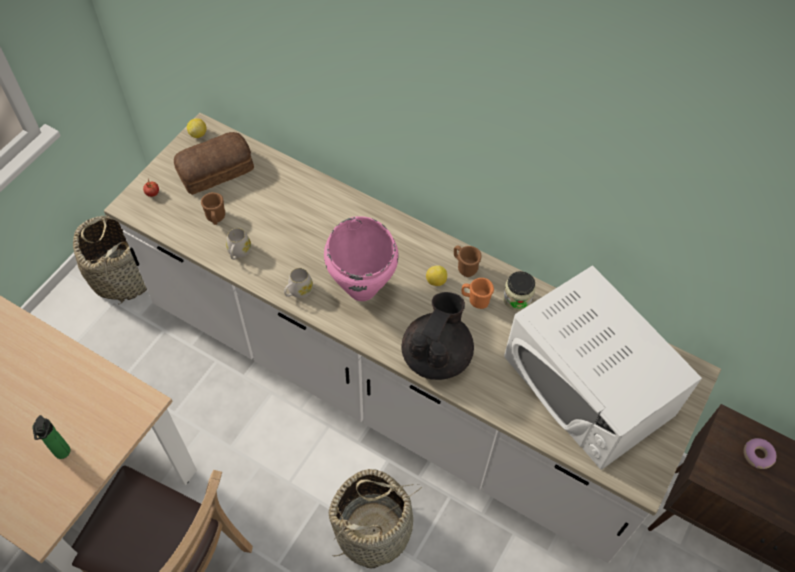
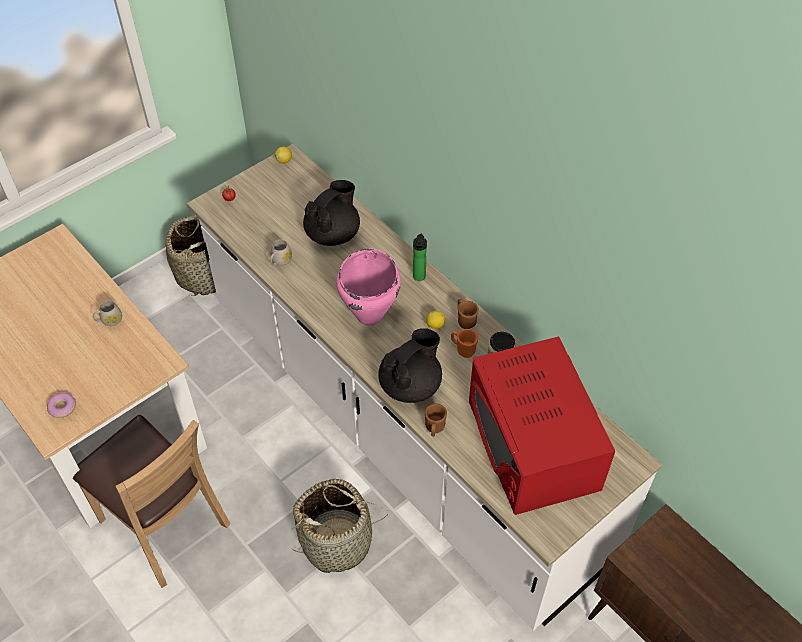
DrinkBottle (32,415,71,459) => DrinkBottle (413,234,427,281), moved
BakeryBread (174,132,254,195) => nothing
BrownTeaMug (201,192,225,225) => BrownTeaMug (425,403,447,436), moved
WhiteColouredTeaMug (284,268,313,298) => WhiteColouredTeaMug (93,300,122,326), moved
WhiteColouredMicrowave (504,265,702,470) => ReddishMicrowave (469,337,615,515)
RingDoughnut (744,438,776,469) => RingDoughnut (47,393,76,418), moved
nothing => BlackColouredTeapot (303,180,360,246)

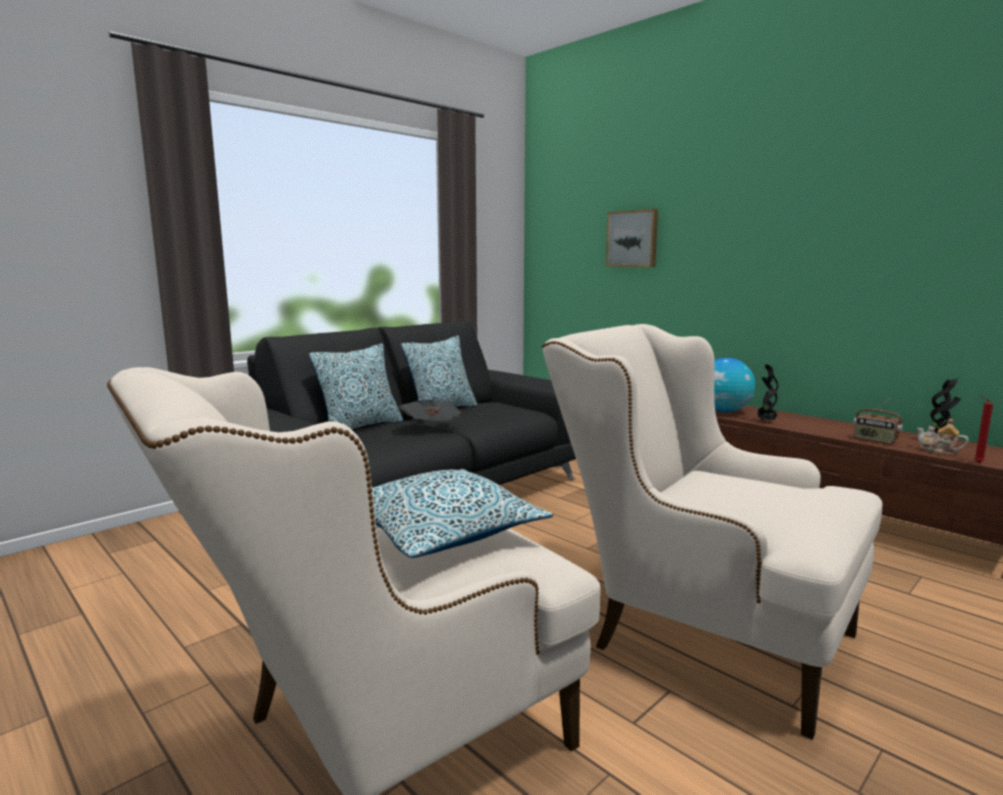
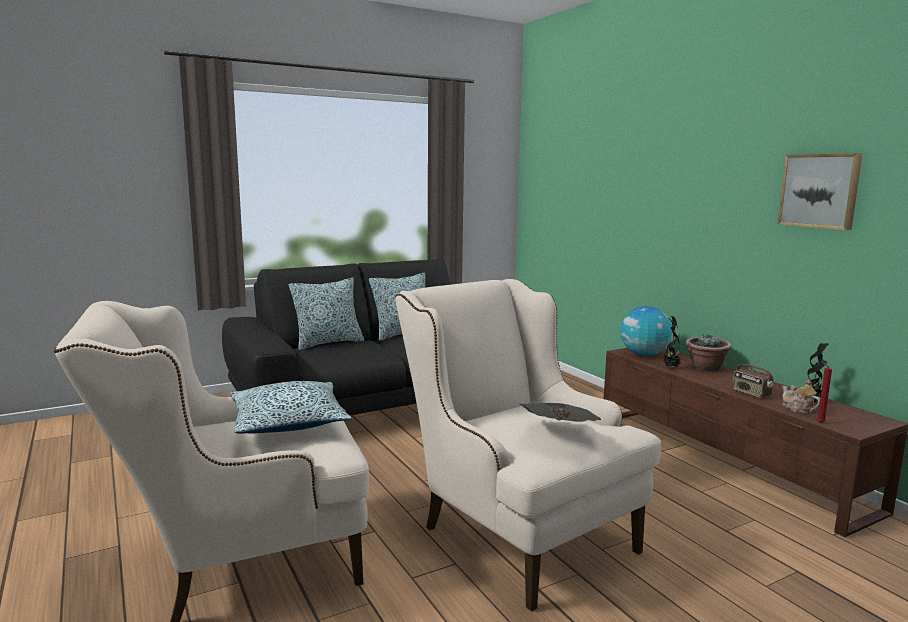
Newspaper (399,400,462,421) => Newspaper (519,402,601,422), moved
WallPicture (606,209,658,267) => WallPicture (778,153,862,230), moved
nothing => PottedPlant (686,334,732,372)

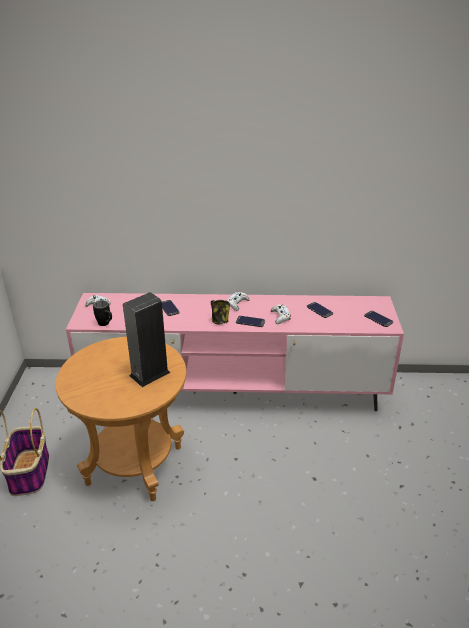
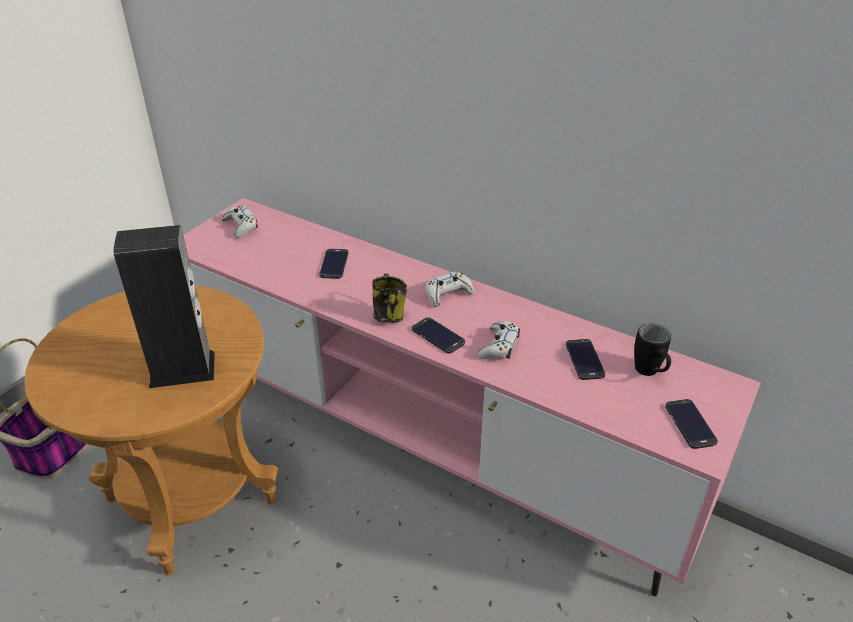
BlackColouredTeaMug (93,300,112,326) => BlackColouredTeaMug (634,323,671,376), moved

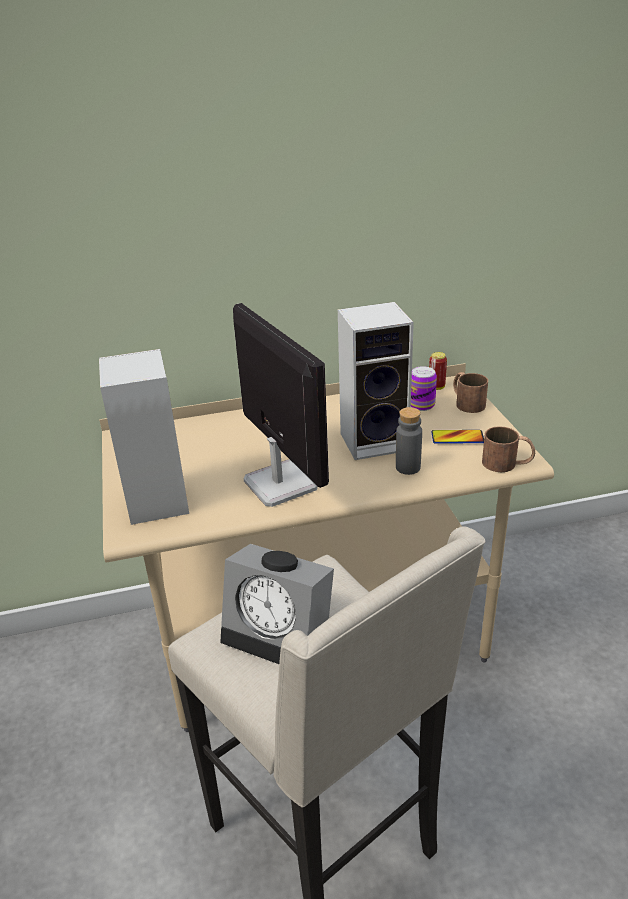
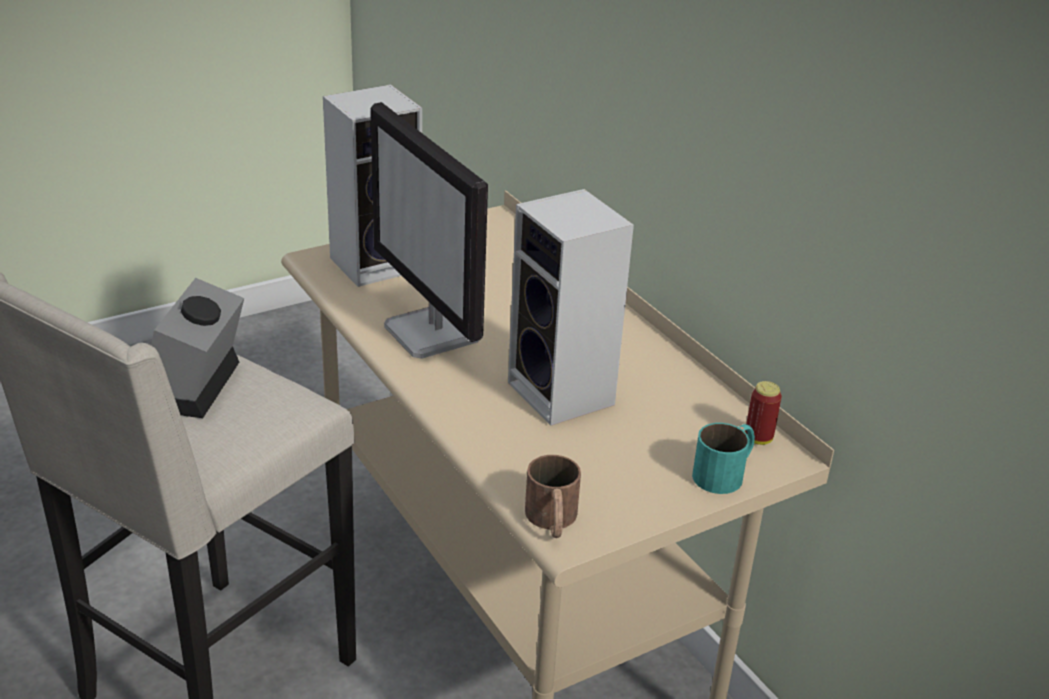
Monitor (233,303,329,507) => Monitor (371,102,488,359), 105 degrees clockwise
GreyishDrinkBottle (396,407,422,475) => nothing
MetalCan (411,366,437,411) => nothing
Handset (432,430,484,444) => nothing
BrownTeaMug (453,372,488,413) => TurquoiseTeaMug (692,423,755,494)

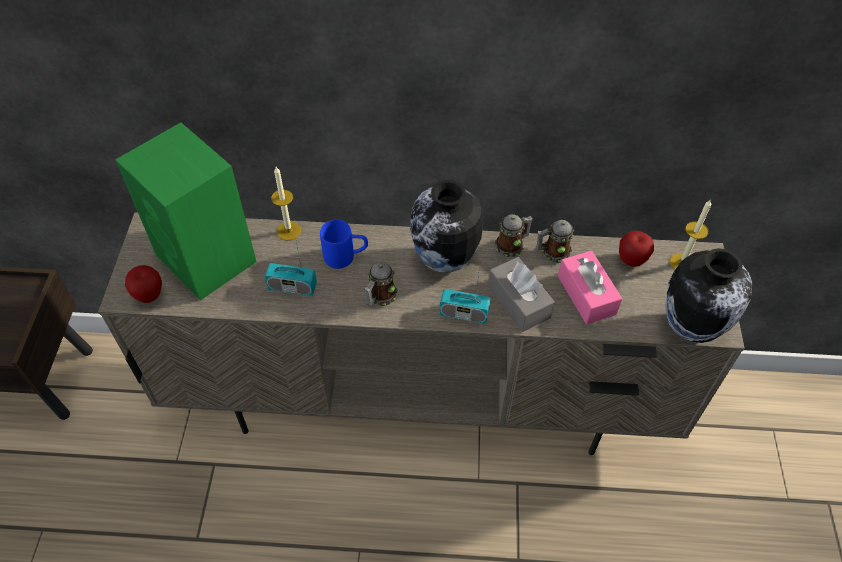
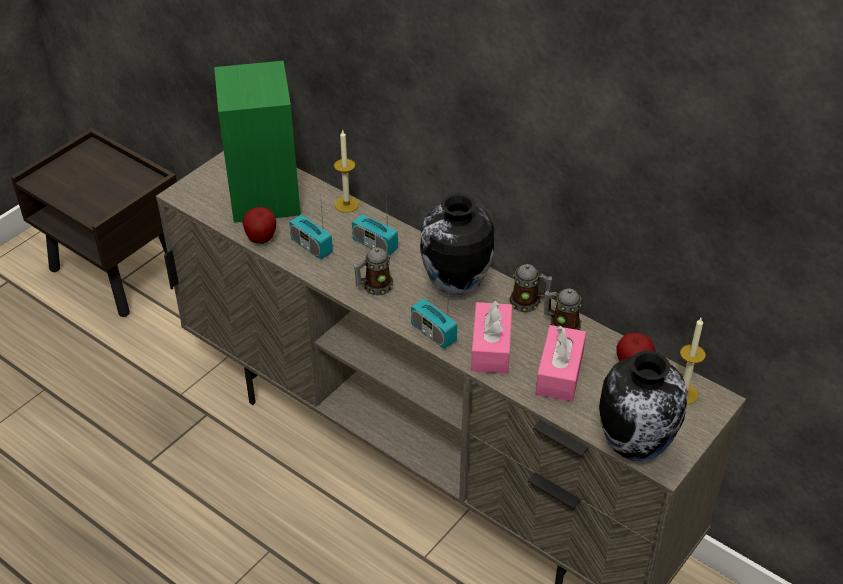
WholeApple (125,265,162,303) => WholeApple (242,207,276,244), moved
BluishTeaMug (320,220,368,269) => RadioReceiver (352,190,398,256)
GreyishBoxOfTissues (488,257,555,332) => PinkColouredBoxOfTissues (471,300,512,374)

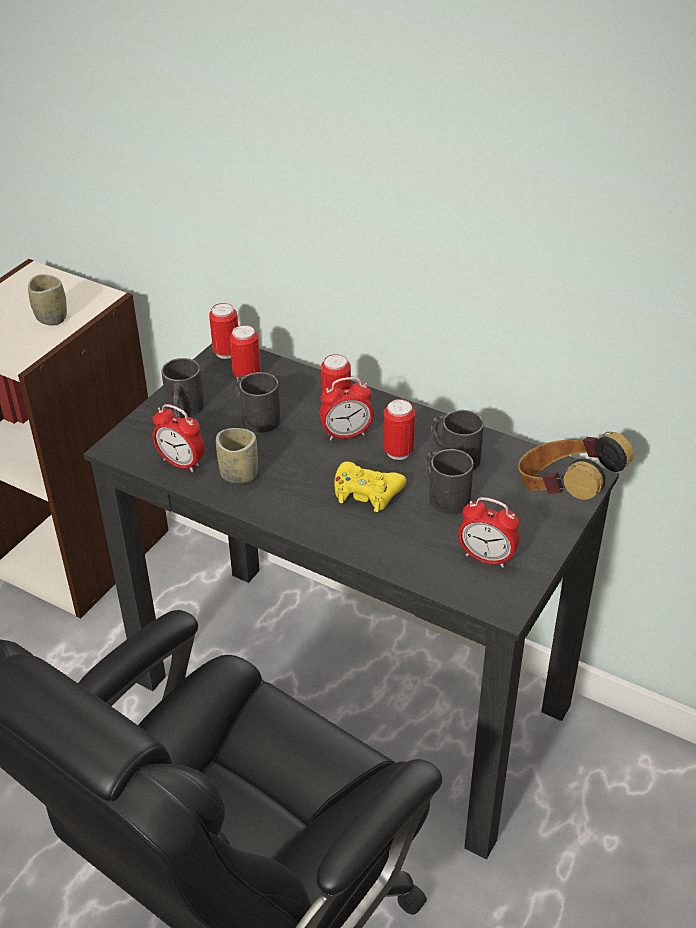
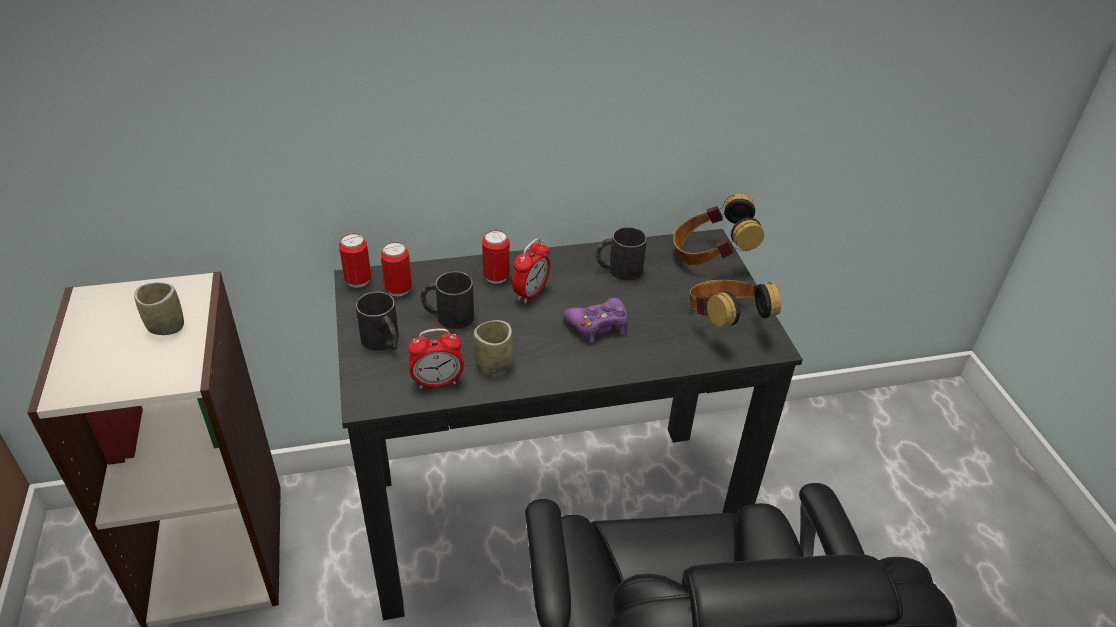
YellowGamepad (334,462,406,512) => PurpleGamepad (563,298,628,342)
MetalCan (383,399,415,460) => nothing
BlackColouredTeaMug (426,449,474,515) => nothing
BedsideClock (458,497,519,567) => PairOfHeadphones (690,280,781,327)

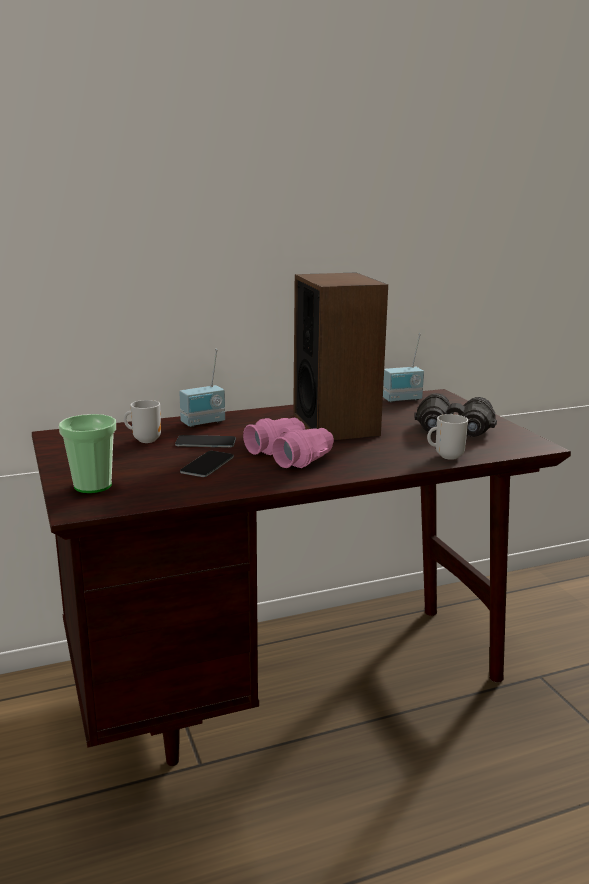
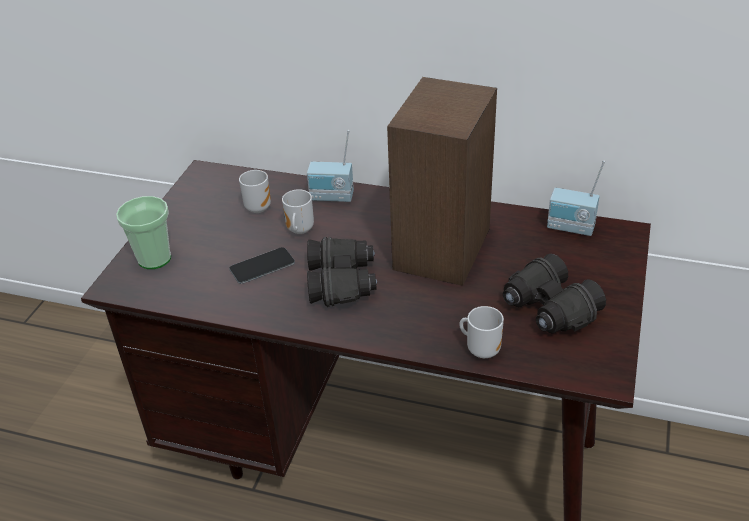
Handset (175,435,236,448) => TeaMug (282,189,314,234)
PinkColouredBinoculars (243,418,334,468) => BlackColouredBinoculars (307,237,377,307)

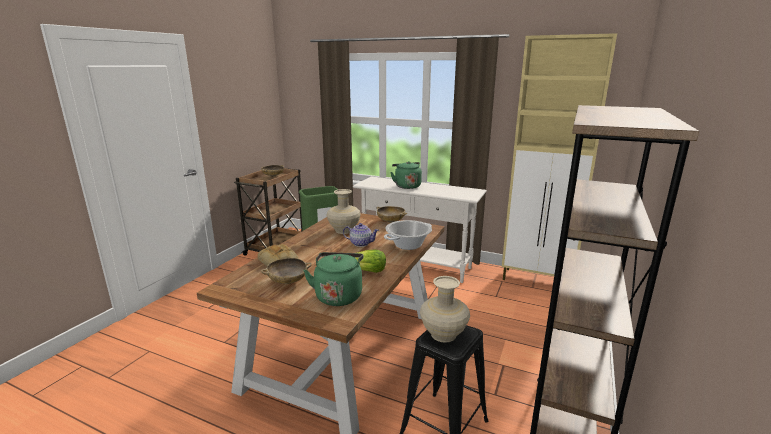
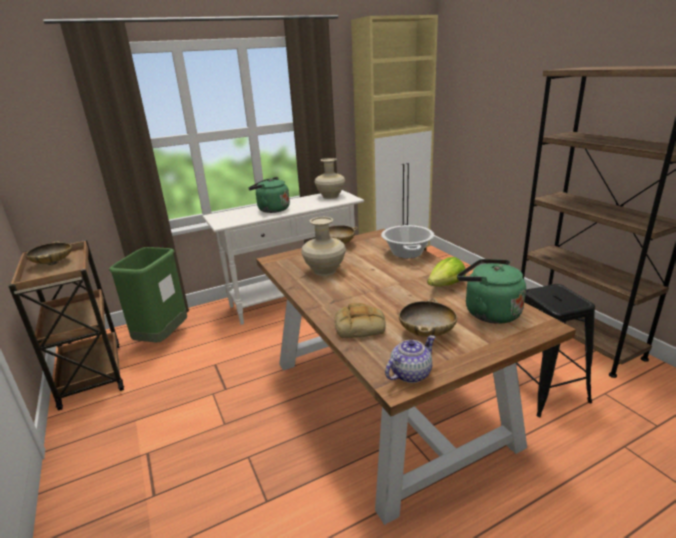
Teapot (343,223,379,247) => Teapot (385,335,435,383), moved
BeigeDecorativeVase (420,276,470,343) => BeigeDecorativeVase (315,158,345,199), moved

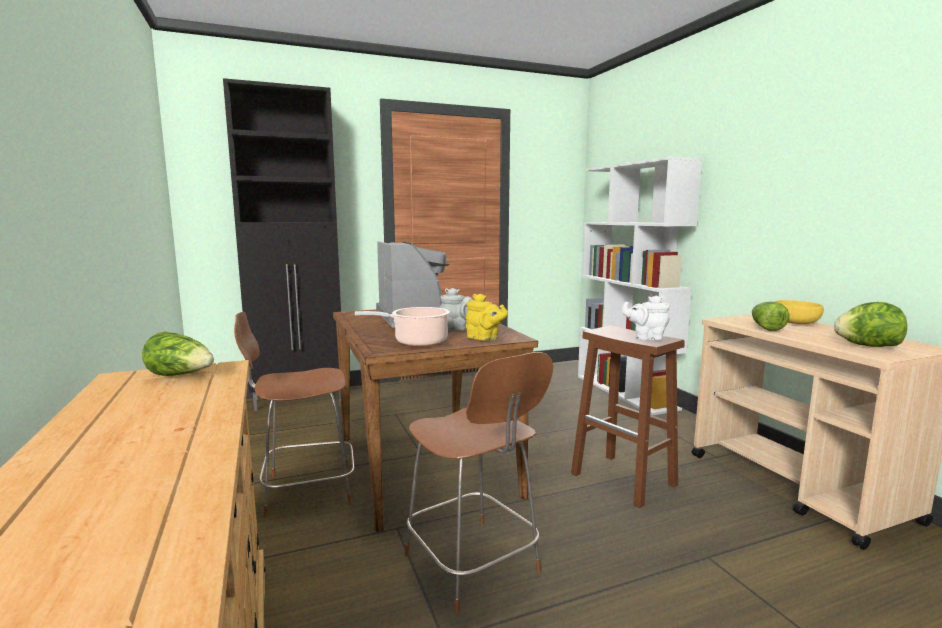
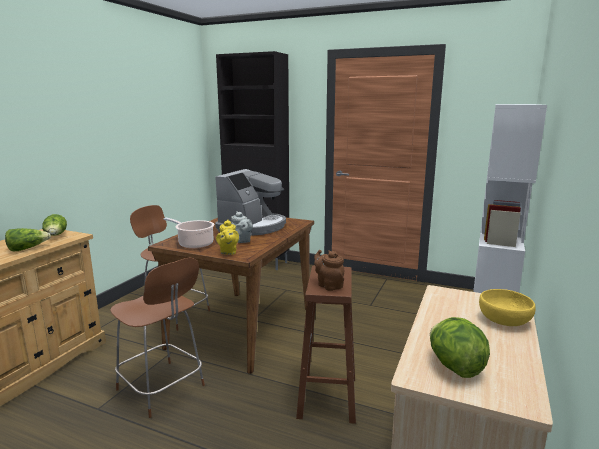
BrownChair (405,352,553,614) => BrownChair (110,258,205,418), 60 degrees counterclockwise
WhiteColouredTeapot (622,296,670,341) => BrownTeapot (314,250,344,291)
HeadOfLettuce (752,302,789,331) => HeadOfLettuce (5,228,51,252), moved

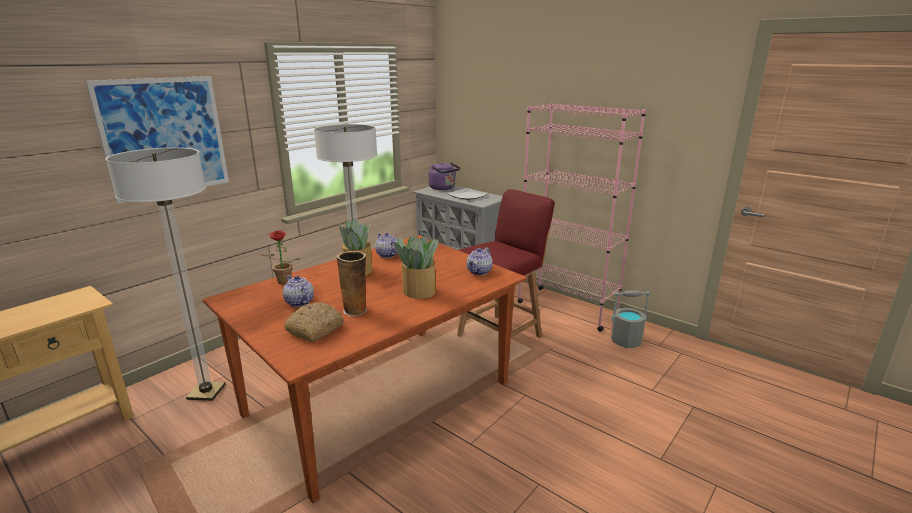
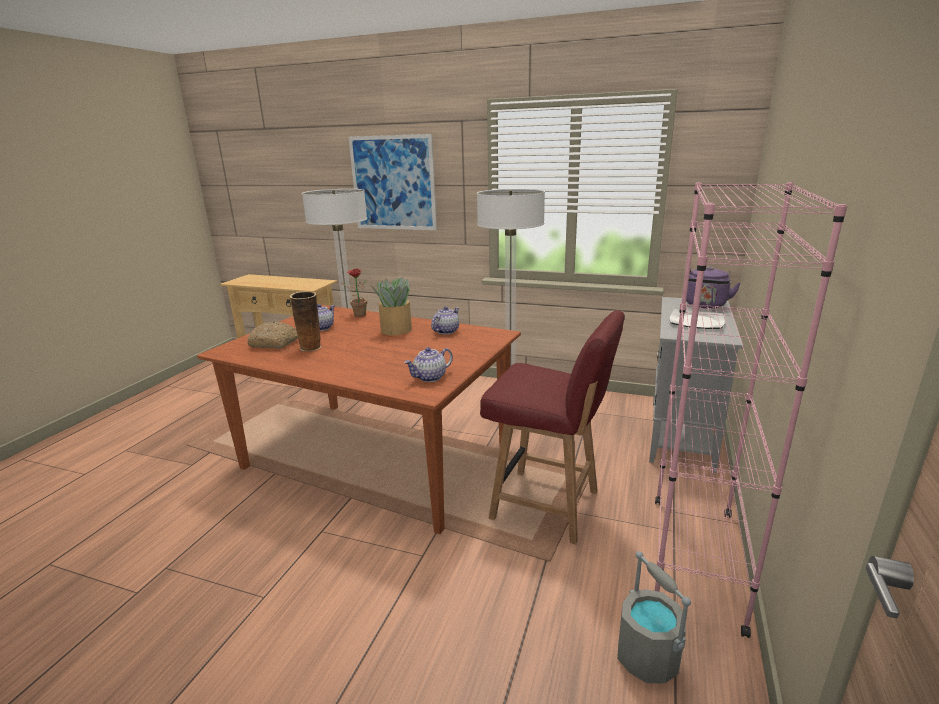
PottedPlant (395,235,438,299) => nothing
Teapot (467,247,493,275) => Teapot (404,347,453,382), 45 degrees counterclockwise

